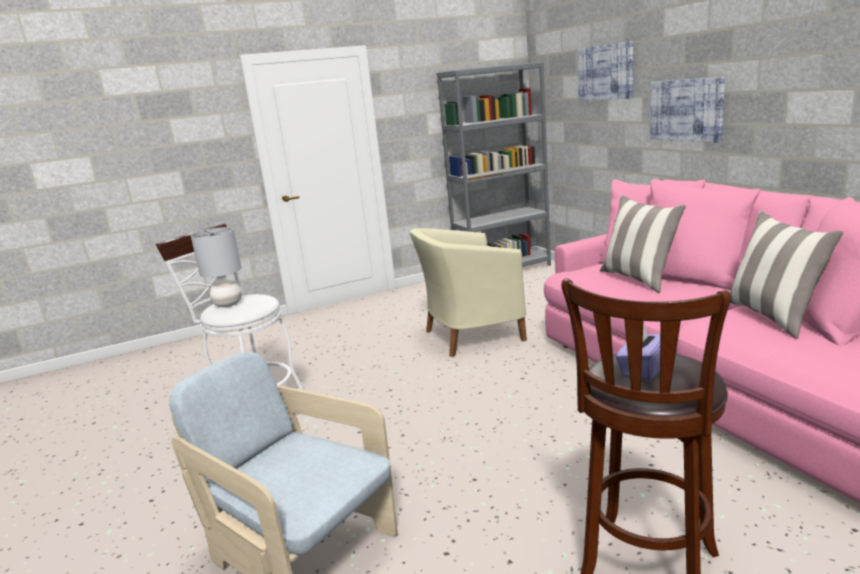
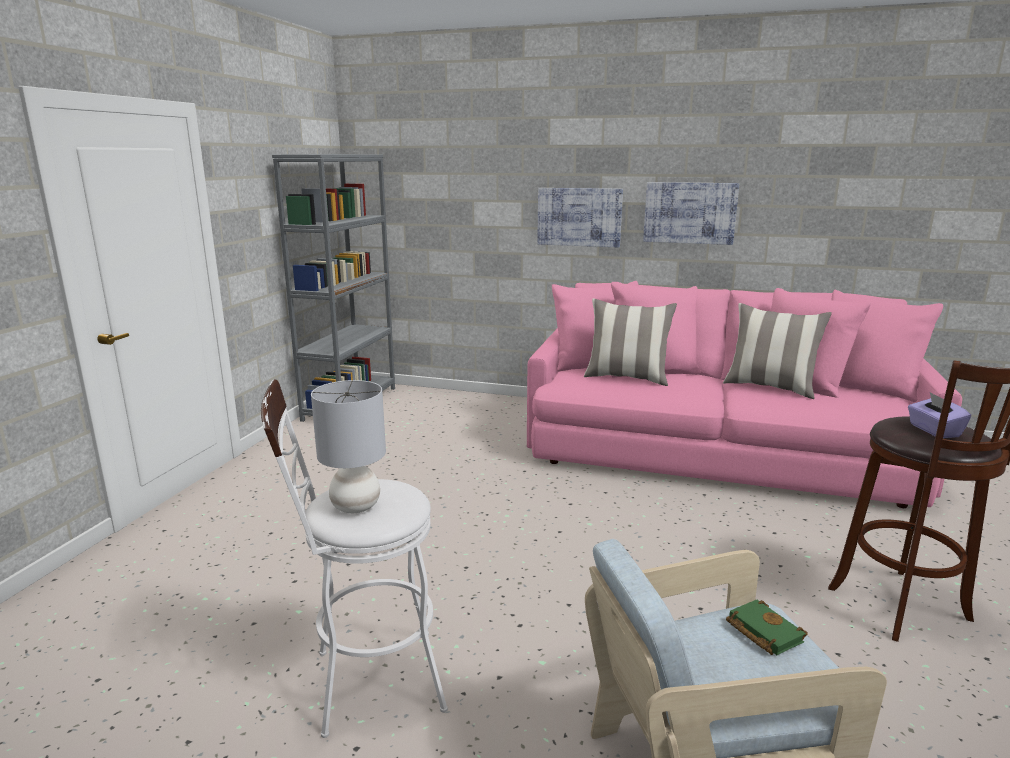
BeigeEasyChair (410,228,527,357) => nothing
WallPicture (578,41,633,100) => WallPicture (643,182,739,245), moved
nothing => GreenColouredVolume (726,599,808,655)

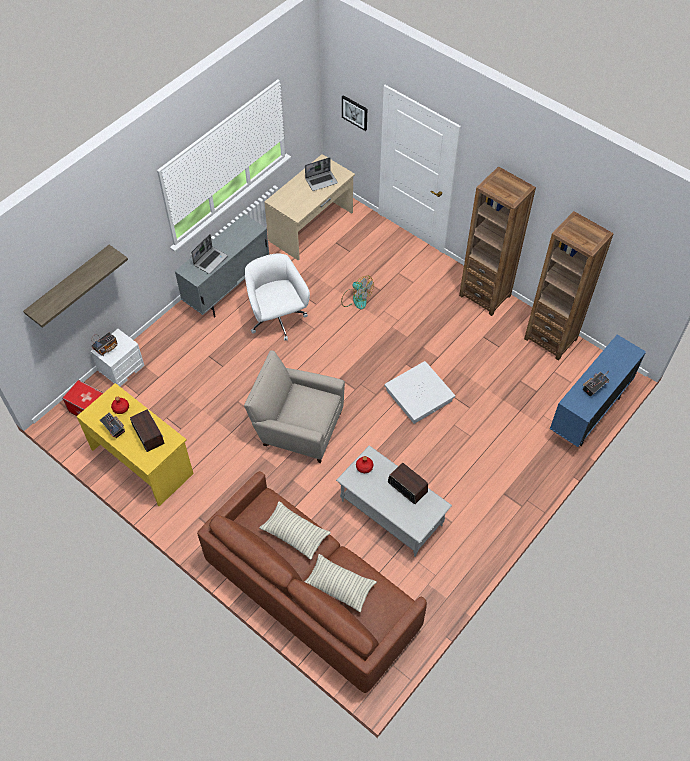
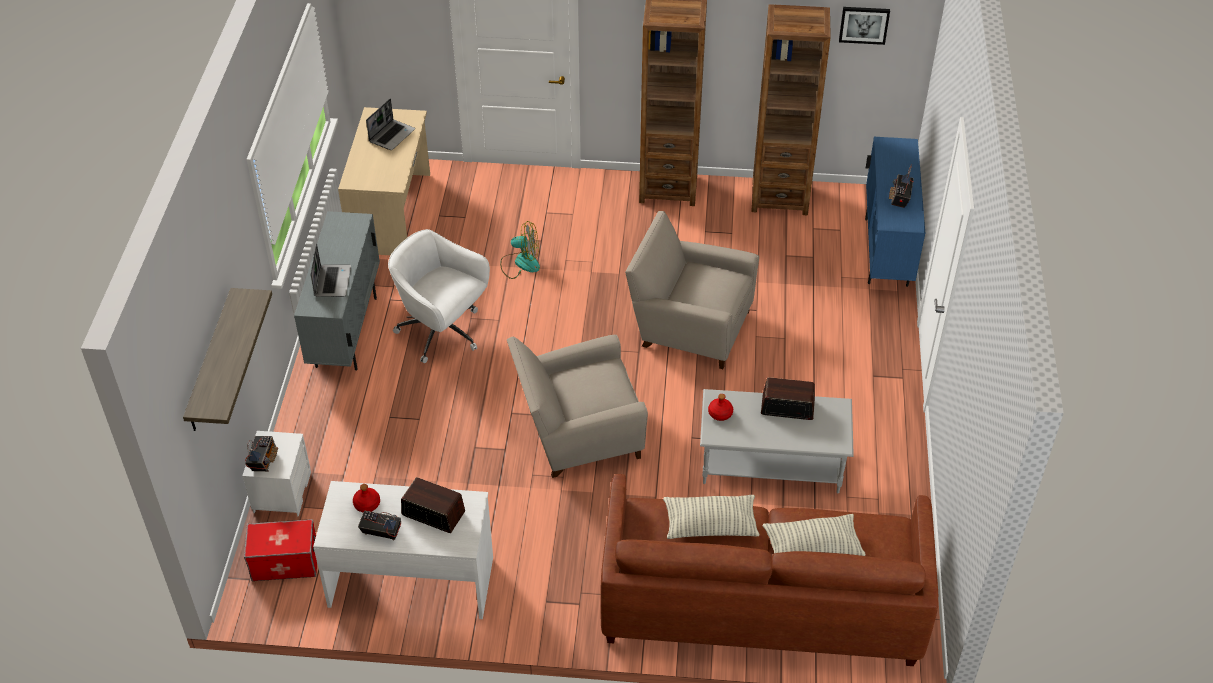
YellowDeskTable (77,383,194,506) => WhiteColouredDeskTable (313,481,493,619)
WallPicture (342,95,367,131) => WallPicture (839,7,890,45), moved
WhiteColouredStorageContainer (384,361,455,424) => BeigeEasyChair (625,211,759,369)

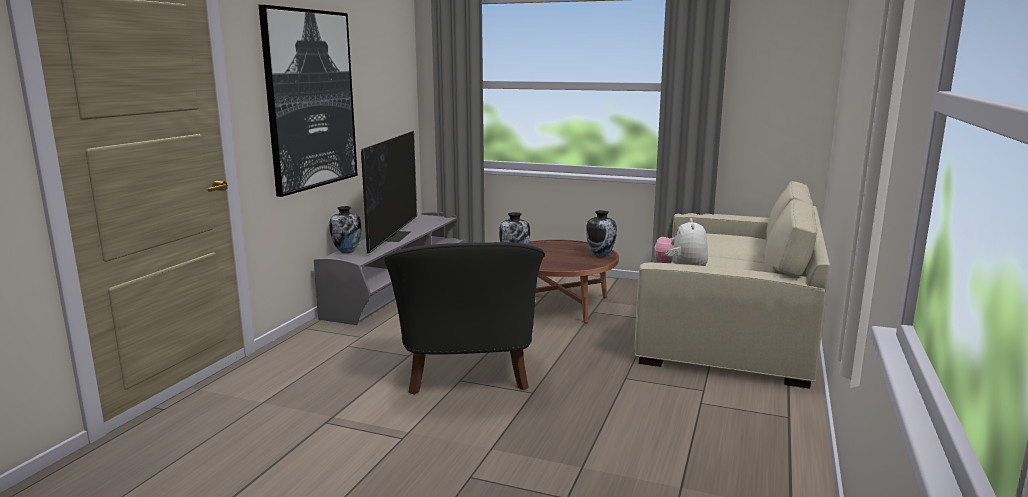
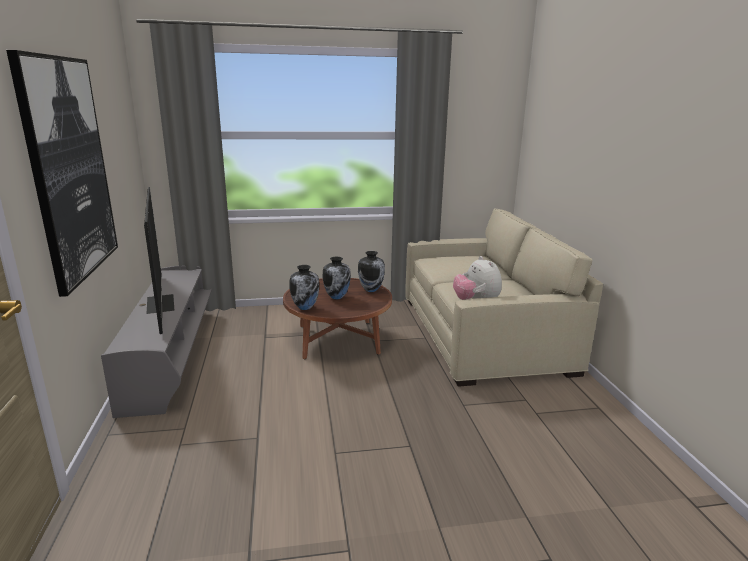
DecorativeVase (329,206,361,253) => DecorativeVase (323,257,351,300), moved
BlackColouredEasyChair (384,242,545,395) => nothing

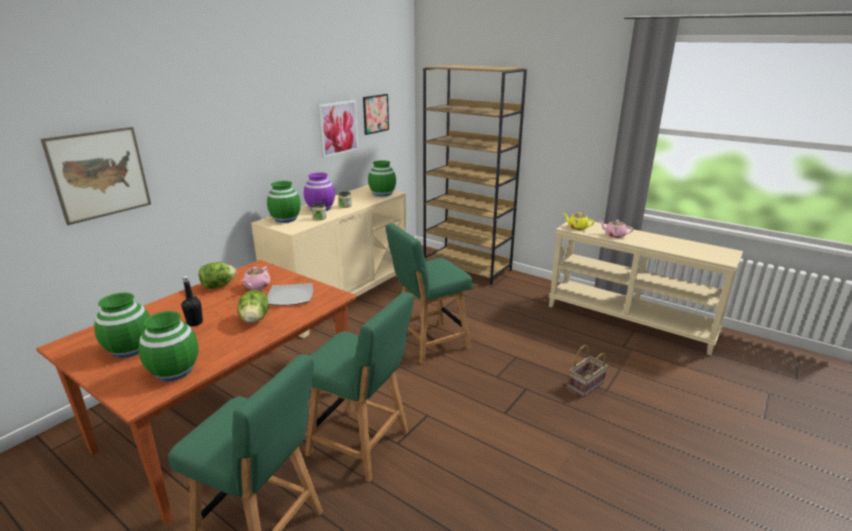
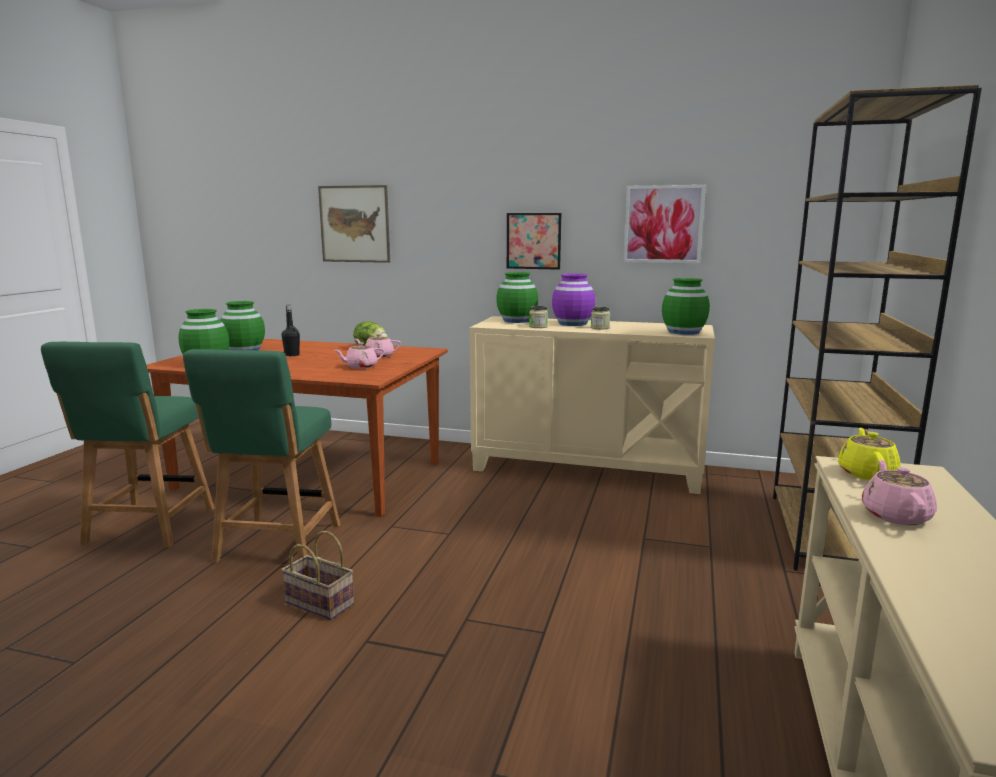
HeadOfLettuce (237,290,269,323) => nothing
DinnerPlate (267,283,313,306) => PinkColouredTeapot (334,342,384,369)
WallPicture (363,94,389,135) => WallPicture (507,213,561,270), moved
GreenColouredChair (386,223,472,365) => nothing
HouseholdBasket (568,345,608,397) => HouseholdBasket (281,531,354,620), moved

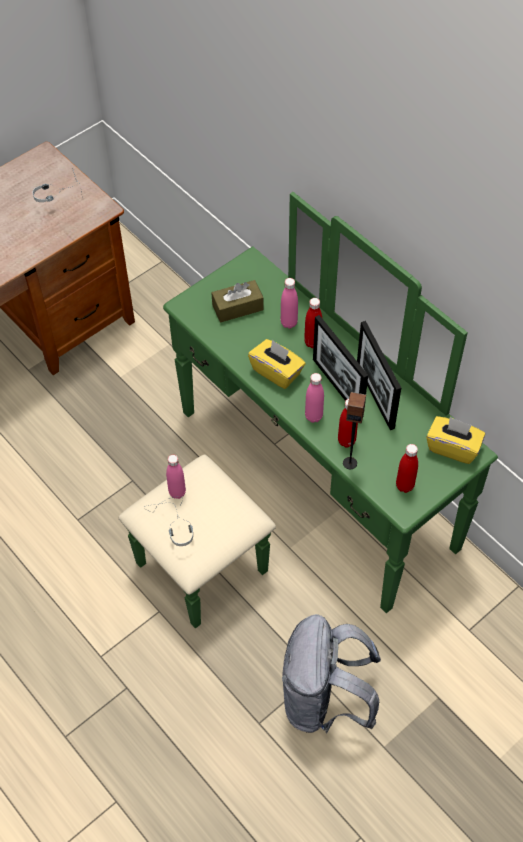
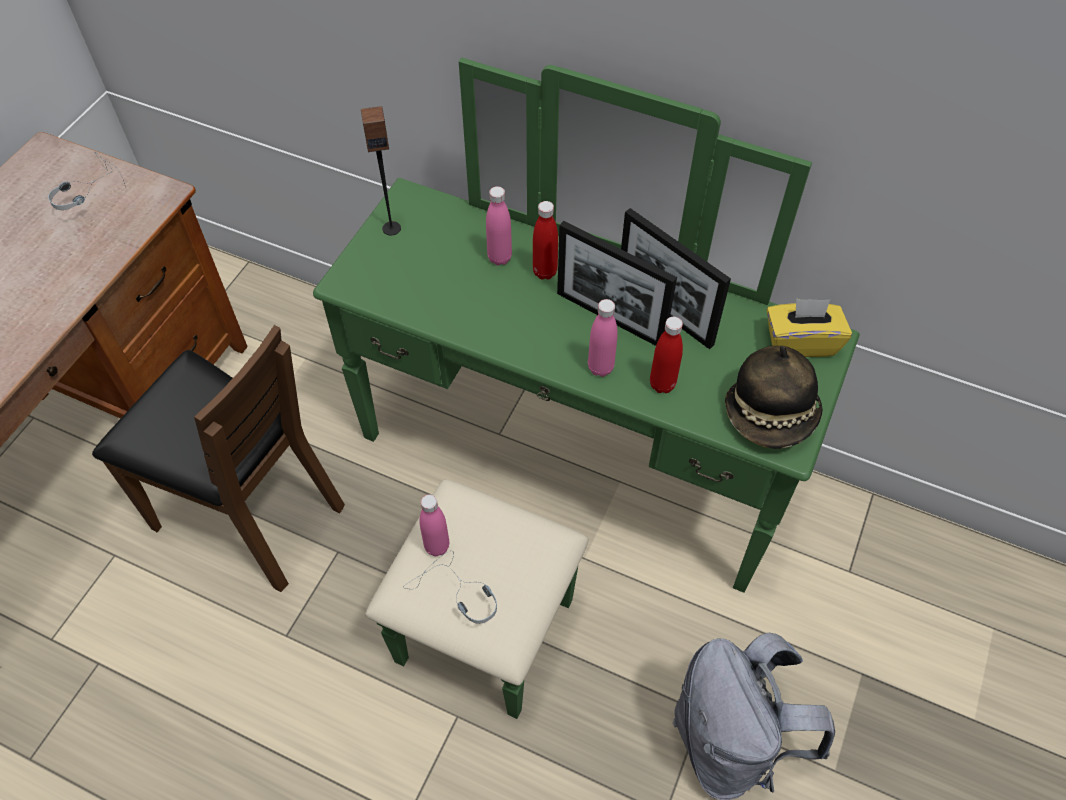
BrownBoxOfTissues (212,280,264,323) => nothing
YellowBoxOfTissues (248,339,306,389) => nothing
AudioSpeaker (343,392,366,469) => AudioSpeaker (361,106,401,235), moved
ReddishDrinkBottle (396,444,418,493) => WearableHat (725,346,823,449)
nothing => BrownChair (92,325,345,592)

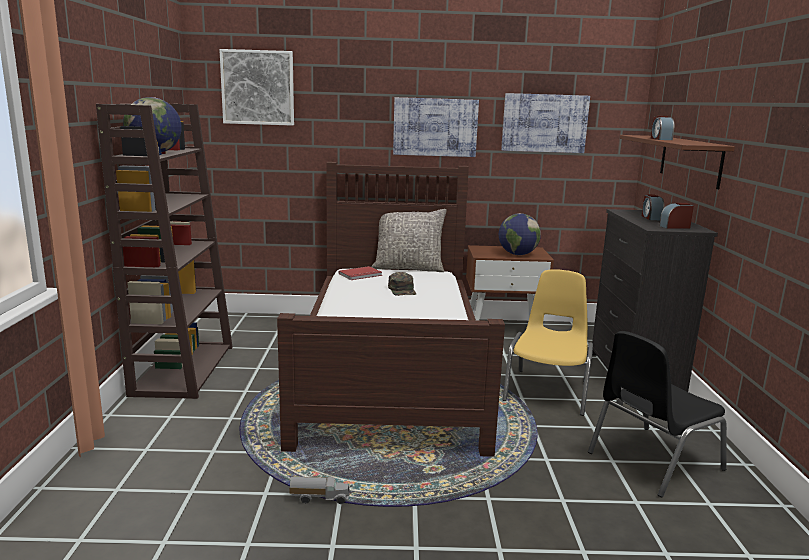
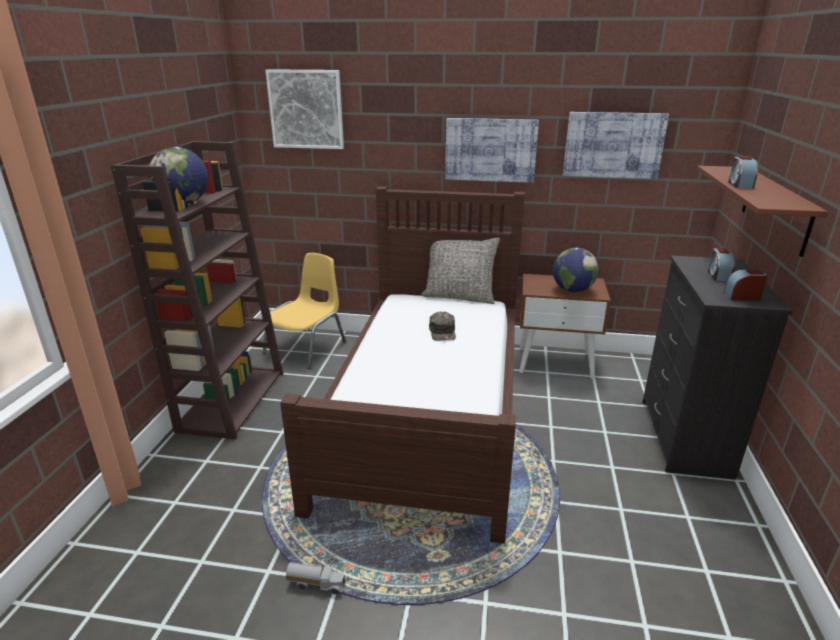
ReddishVolume (338,266,382,280) => nothing
YellowChair (502,269,593,416) => YellowChair (263,253,346,369), moved
BlackColouredChair (588,331,727,498) => nothing

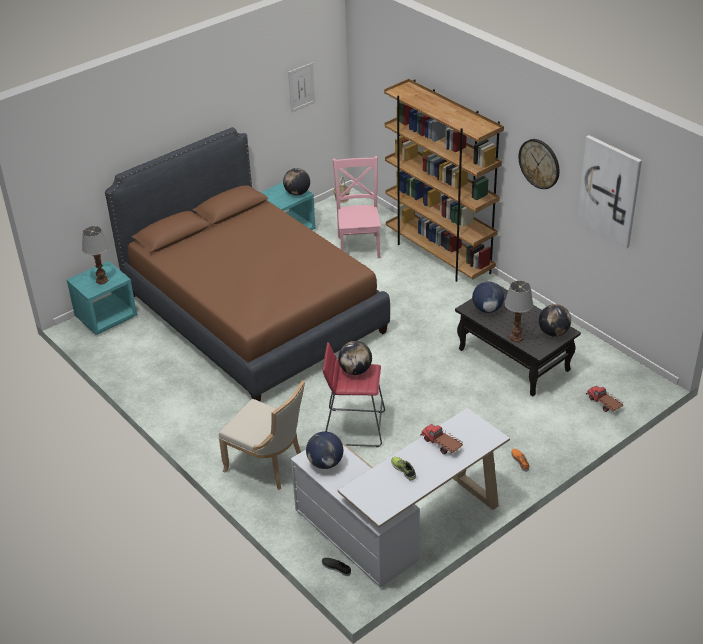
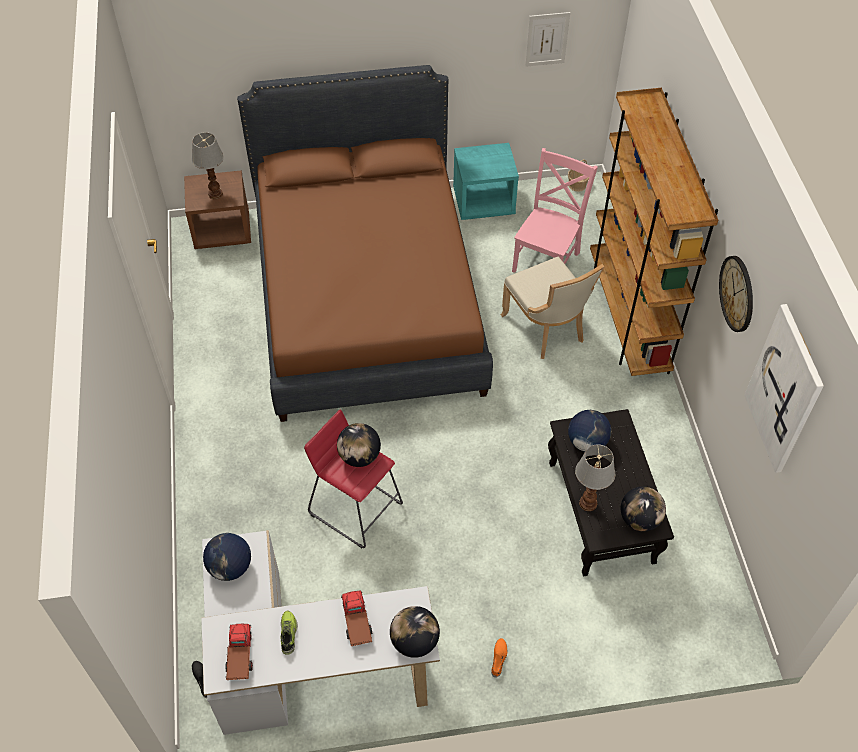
TurquoiseNightTable (67,261,137,335) => BrownNightTable (184,170,251,249)
BeigeChair (219,380,305,490) => BeigeChair (501,257,604,359), moved
DeskGlobe (283,168,310,195) => DeskGlobe (390,606,440,658), moved
ToyLorry (586,386,623,412) => ToyLorry (225,623,253,680), moved

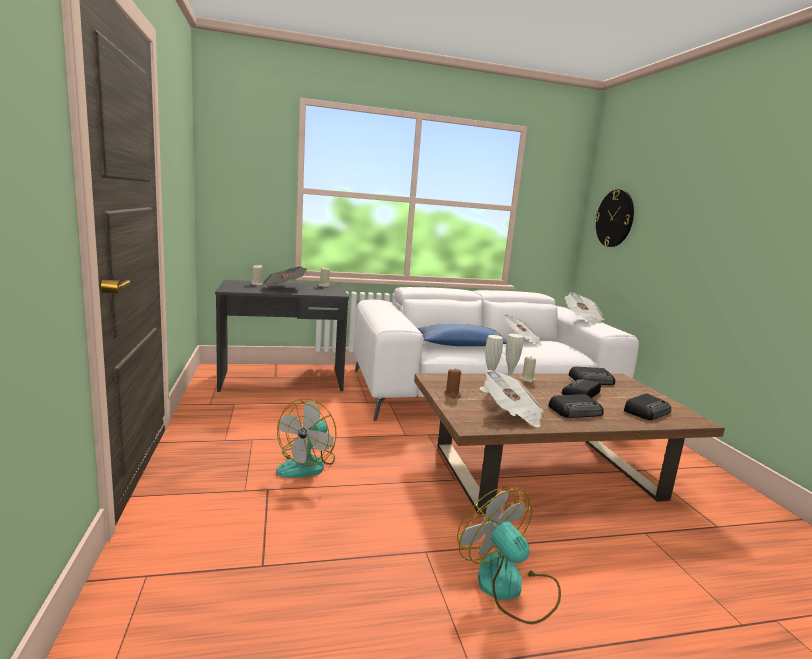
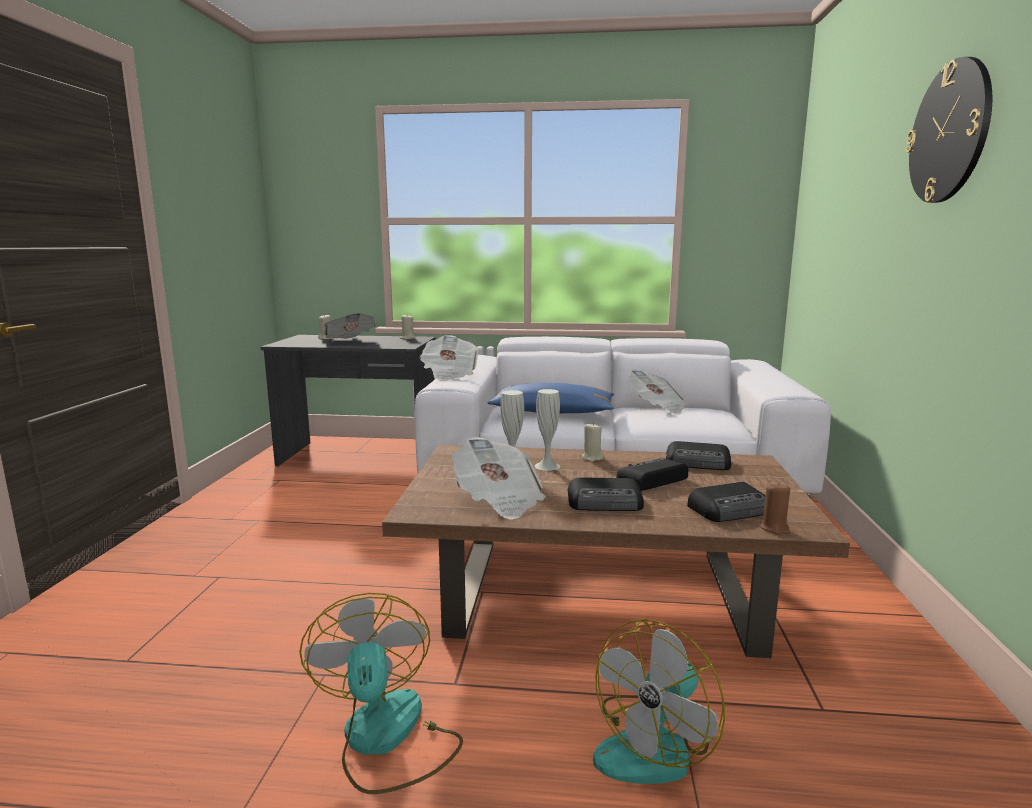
ElectricFan (276,398,337,478) => ElectricFan (593,619,725,784), moved
BrownCandle (444,368,461,398) => BrownCandle (760,482,790,534), moved
Newspaper (565,293,605,324) => Newspaper (420,335,479,381), moved
WallClock (595,189,634,247) => WallClock (906,57,992,203), moved

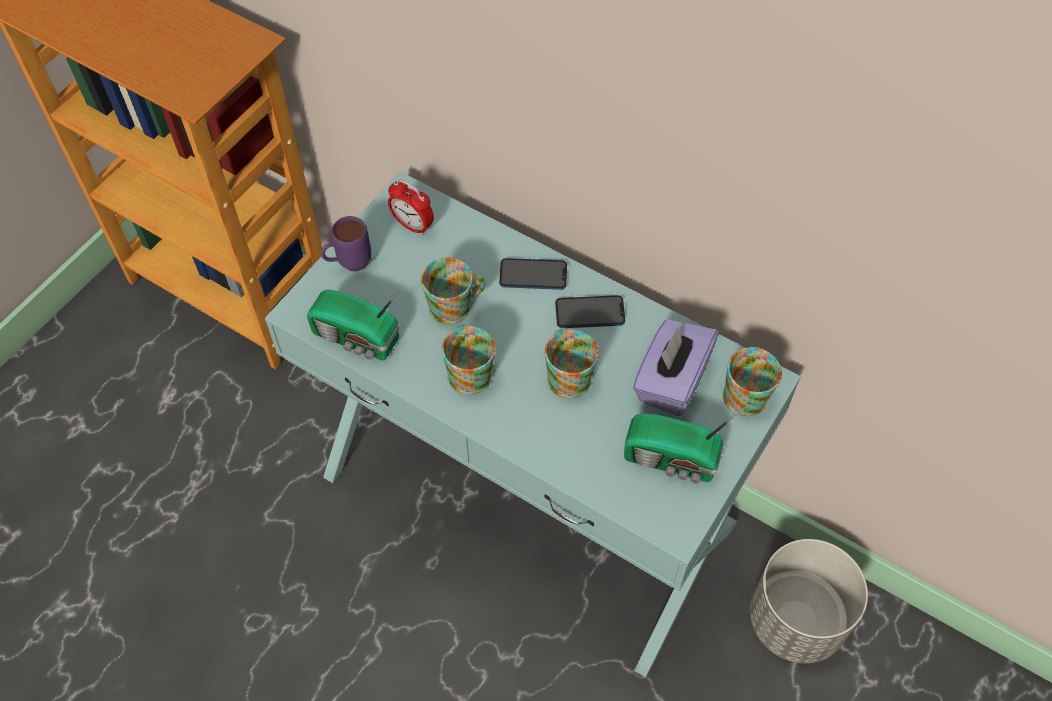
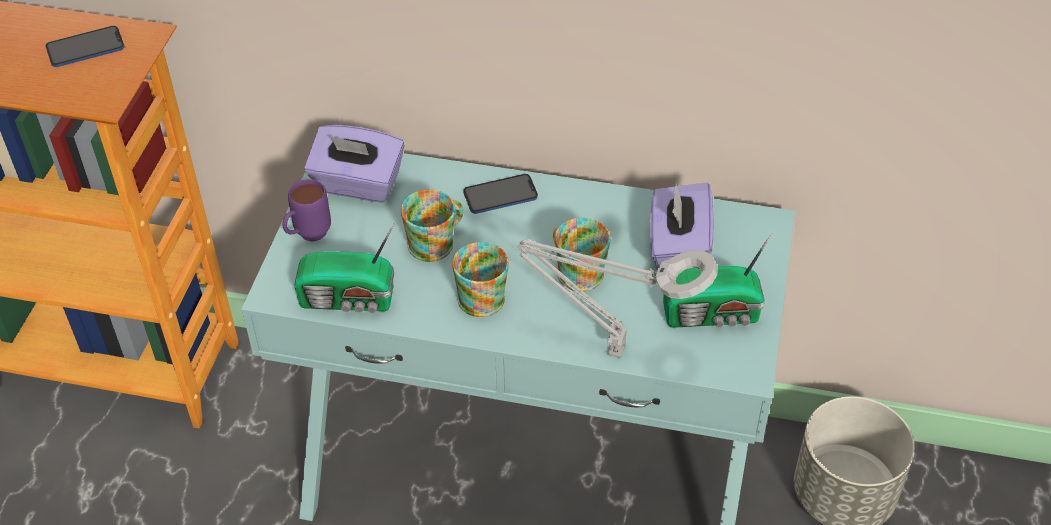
BedsideClock (388,180,434,236) => PurpleBoxOfTissues (304,125,405,203)
Handset (555,295,625,328) => Handset (46,26,125,67), moved
TeaMug (723,347,782,416) => nothing
nothing => GreyishLampForATable (518,238,718,358)

